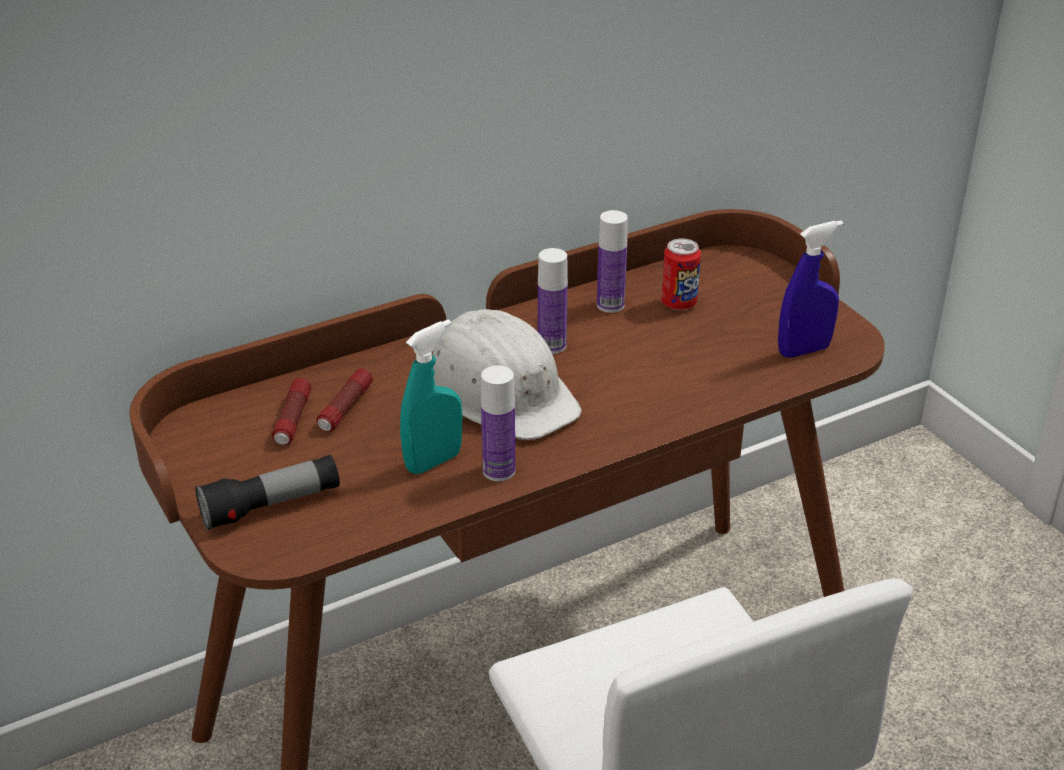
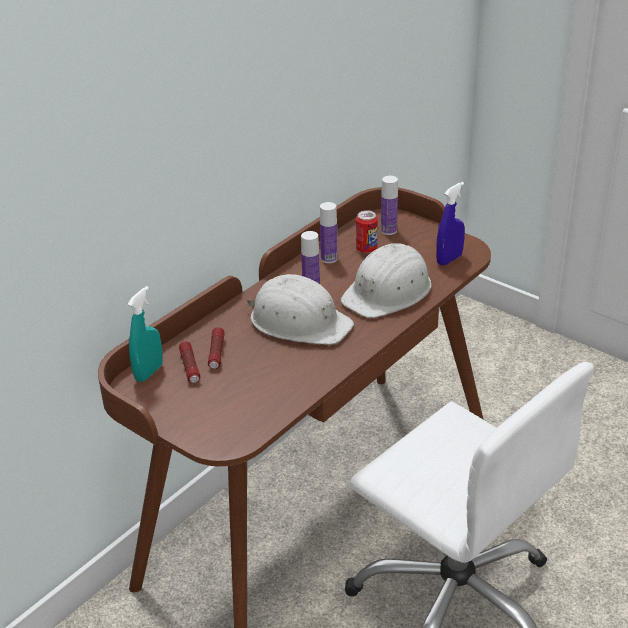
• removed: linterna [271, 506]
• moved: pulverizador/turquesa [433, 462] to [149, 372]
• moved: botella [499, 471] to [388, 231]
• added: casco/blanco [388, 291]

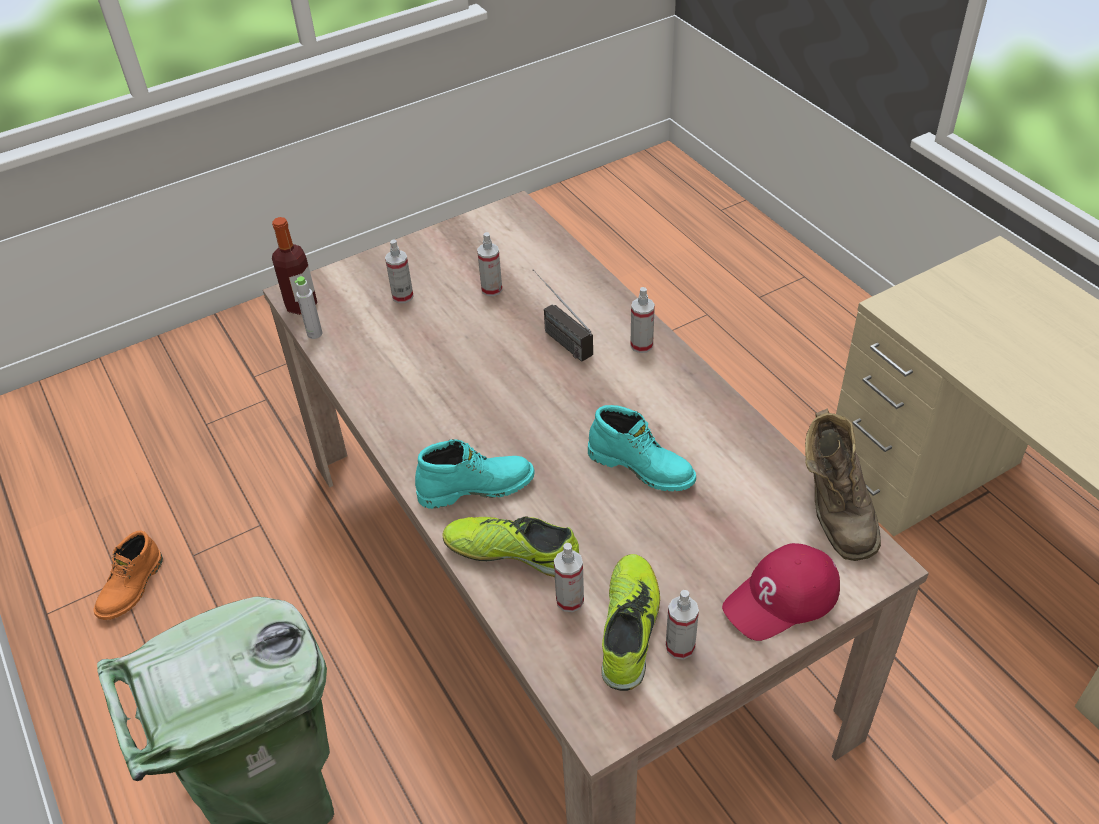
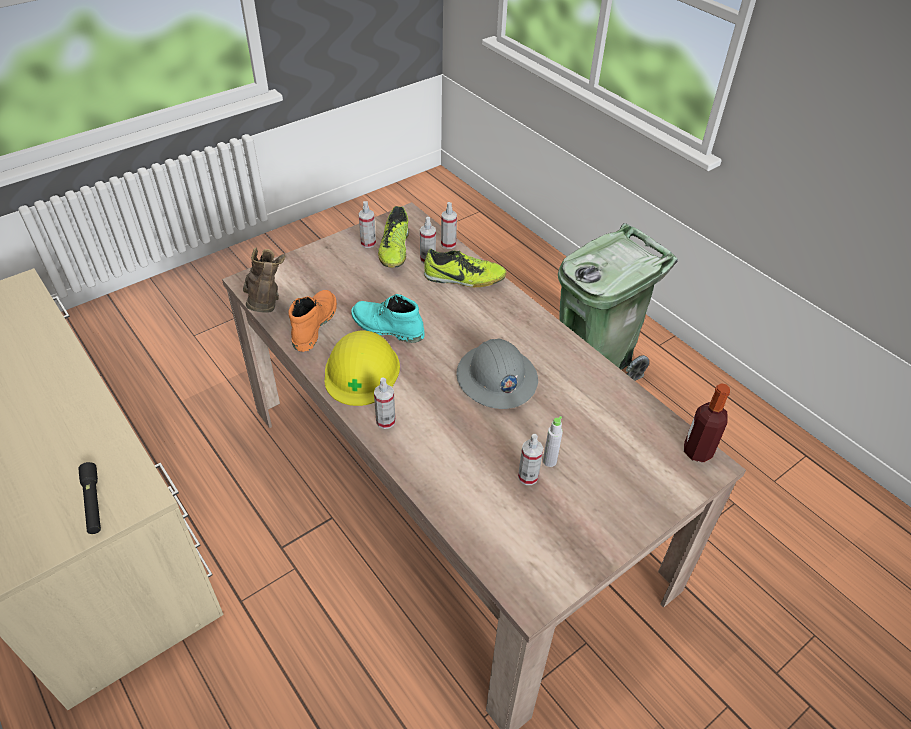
• moved: bota/naranja [132, 588] to [313, 324]
• moved: botella/gris [314, 333] to [549, 461]
• moved: pulverizador [402, 296] to [448, 244]
• removed: bota/turquesa [476, 486]
• removed: radio [557, 336]
• removed: gorra/rojo [782, 598]
• added: linterna/negro [93, 502]
• added: casco/amarillo [362, 371]
• added: casco/gris [496, 378]

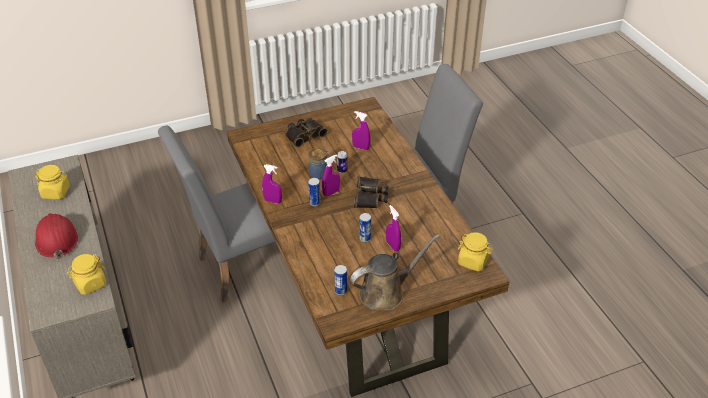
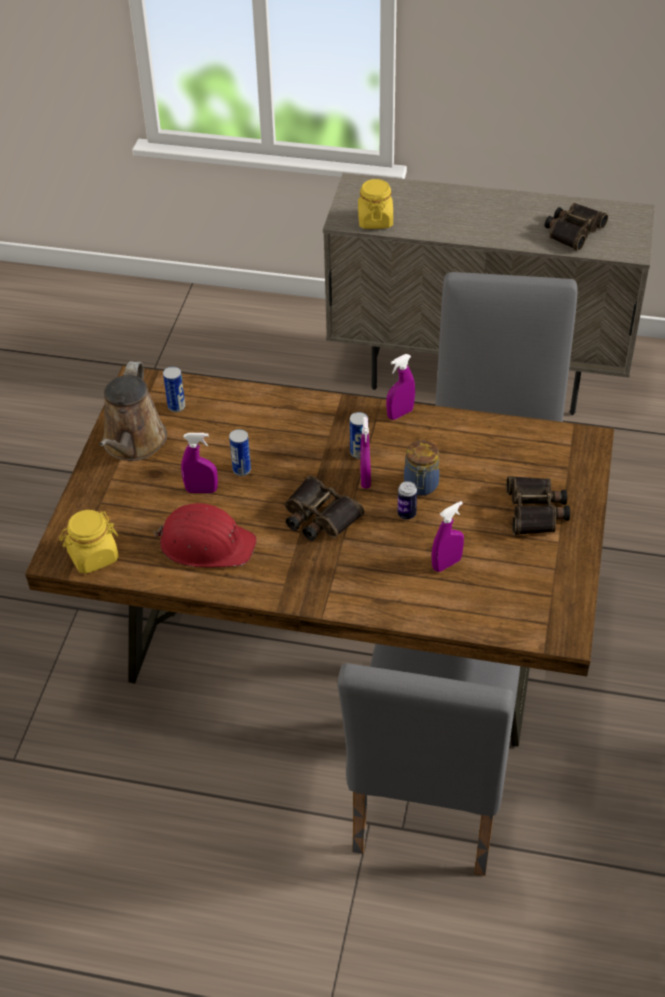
• replaced: tarro/amarillo [56, 192] to prismáticos [573, 231]
• moved: casco/rojo [56, 239] to [206, 543]

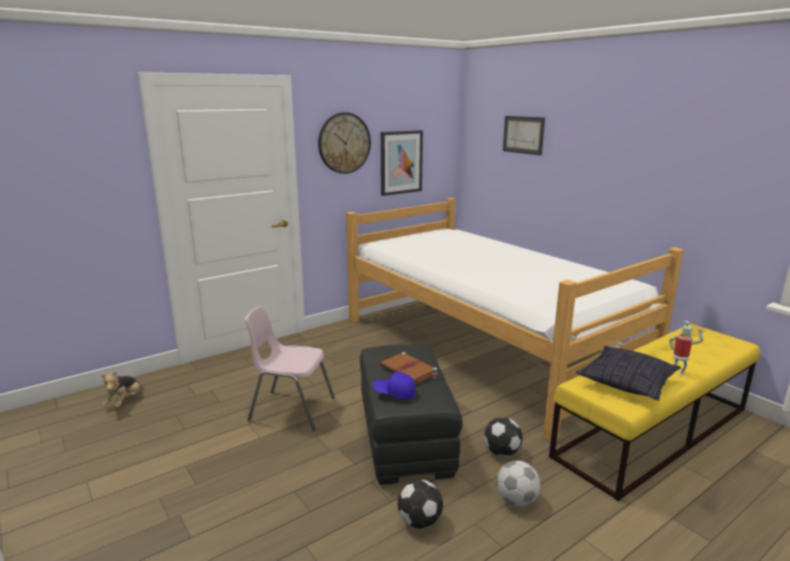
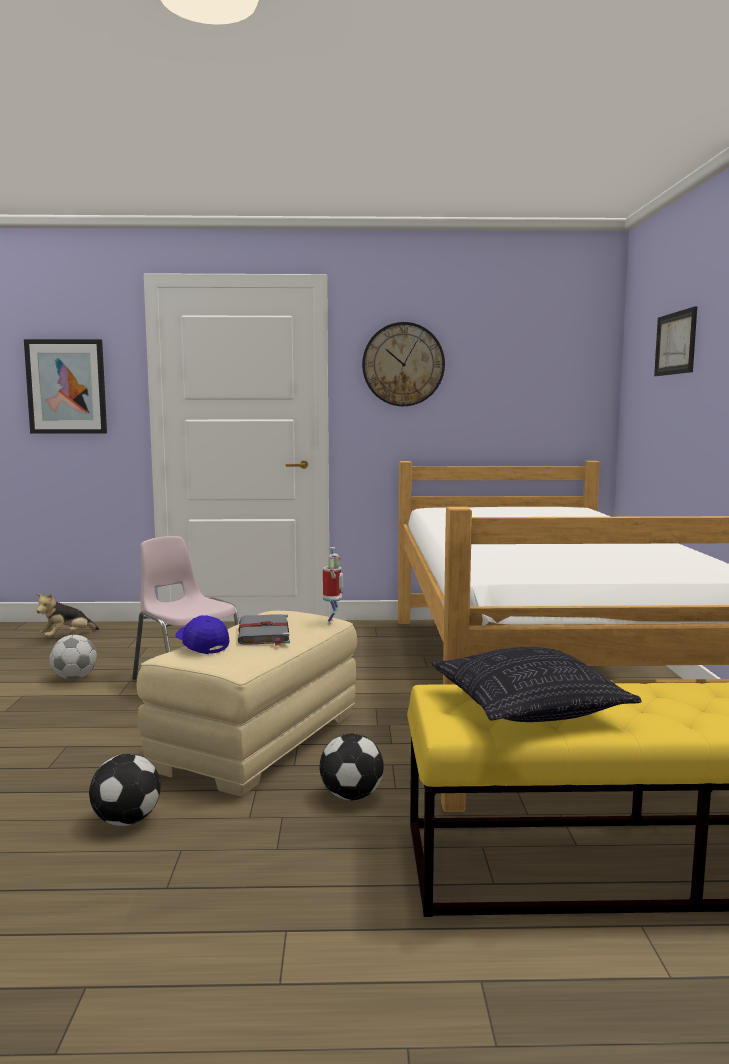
• recoloured: puf/negro [406, 438] to puf/beis [258, 742]
• recoloured: libro/marrón [409, 370] to libro/gris [264, 633]
• moved: cuadro [401, 162] to [66, 387]
• moved: balón de fútbol [516, 500] to [74, 678]
• moved: robot de juguete [678, 373] to [333, 622]

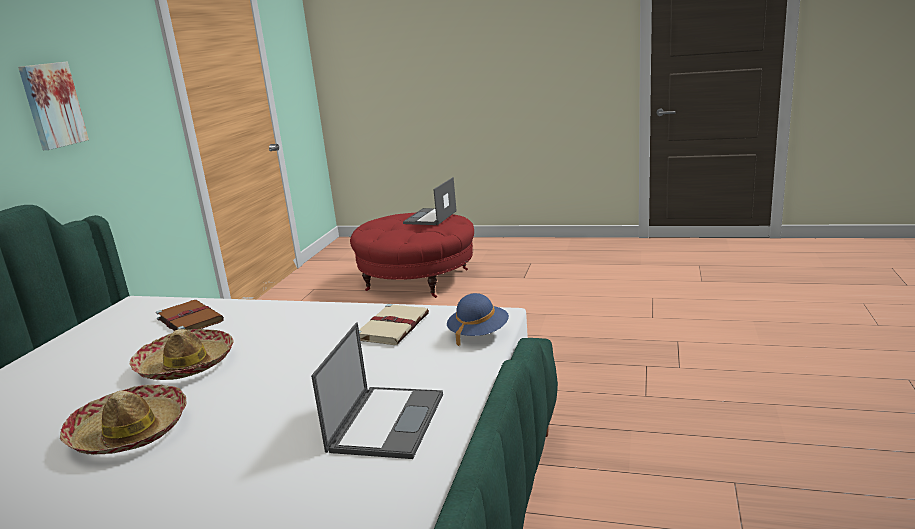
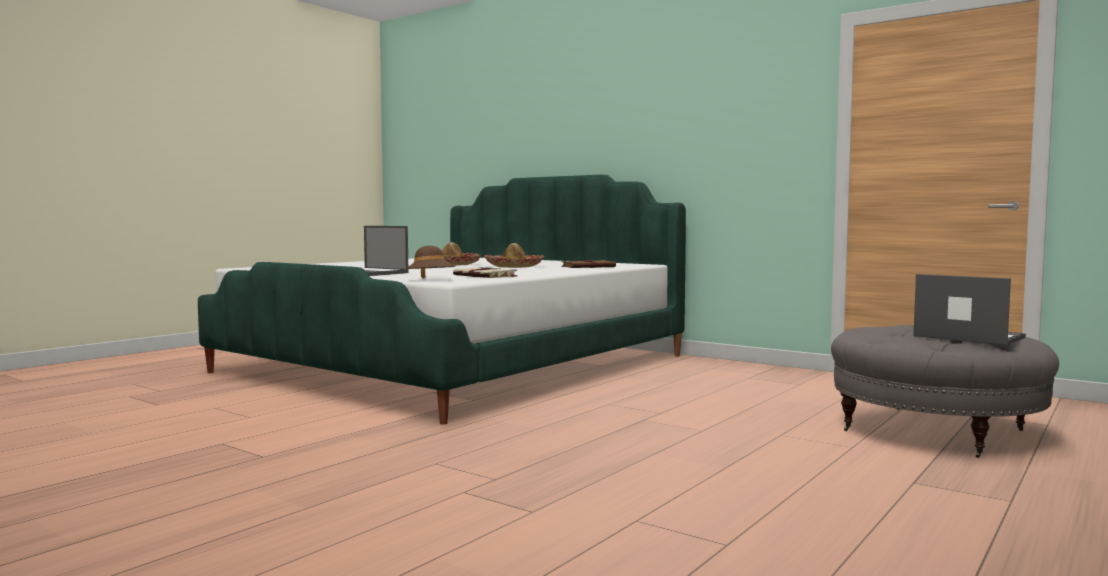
• removed: cuadro [52, 105]
• recoloured: puf/rojo [417, 280] to puf/gris [934, 431]
• recoloured: sombrero/azul [478, 334] to sombrero/marrón [430, 280]

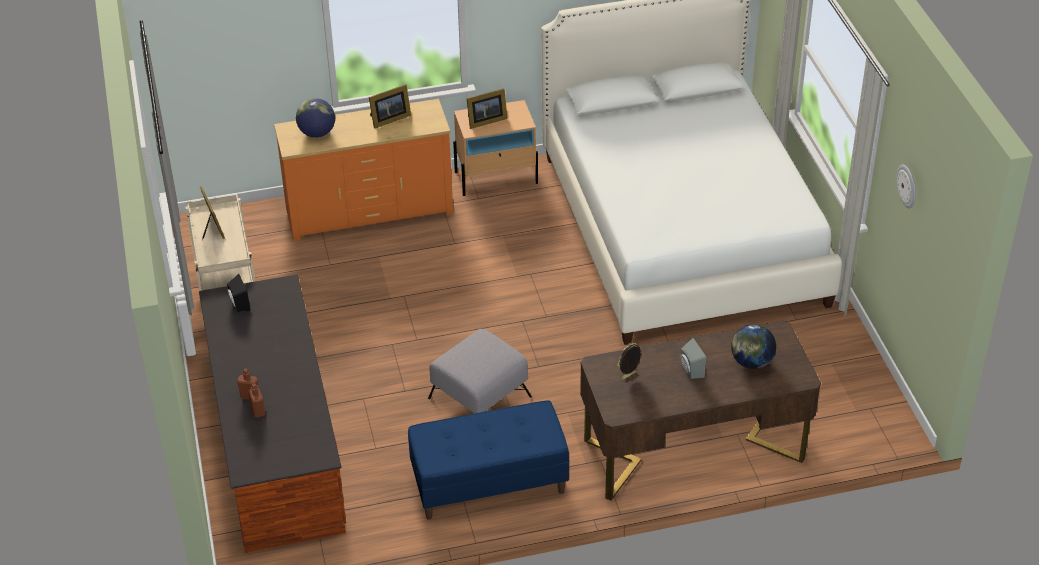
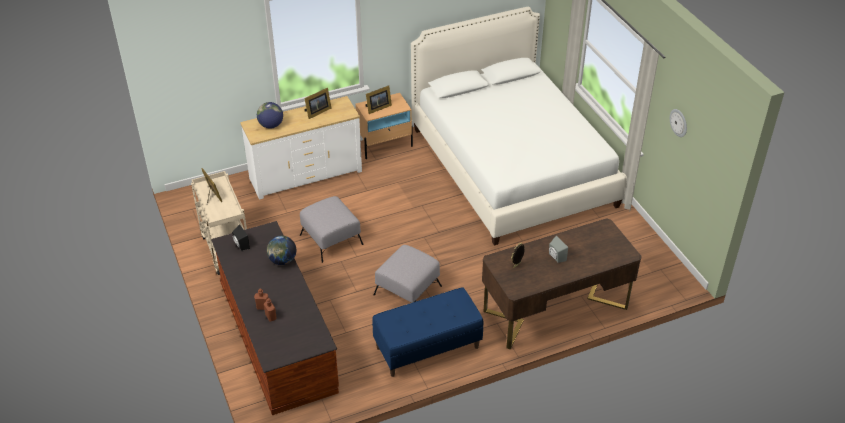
• recoloured: cómoda/naranja [369, 211] to cómoda/blanco [305, 175]
• moved: globo terráqueo [751, 362] to [282, 261]
• added: puf/gris [331, 239]

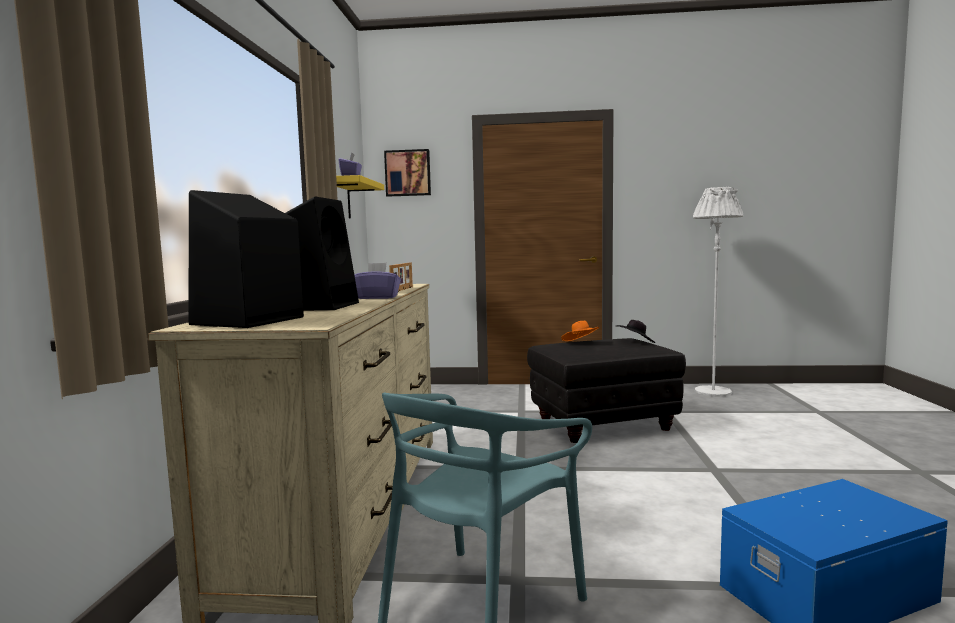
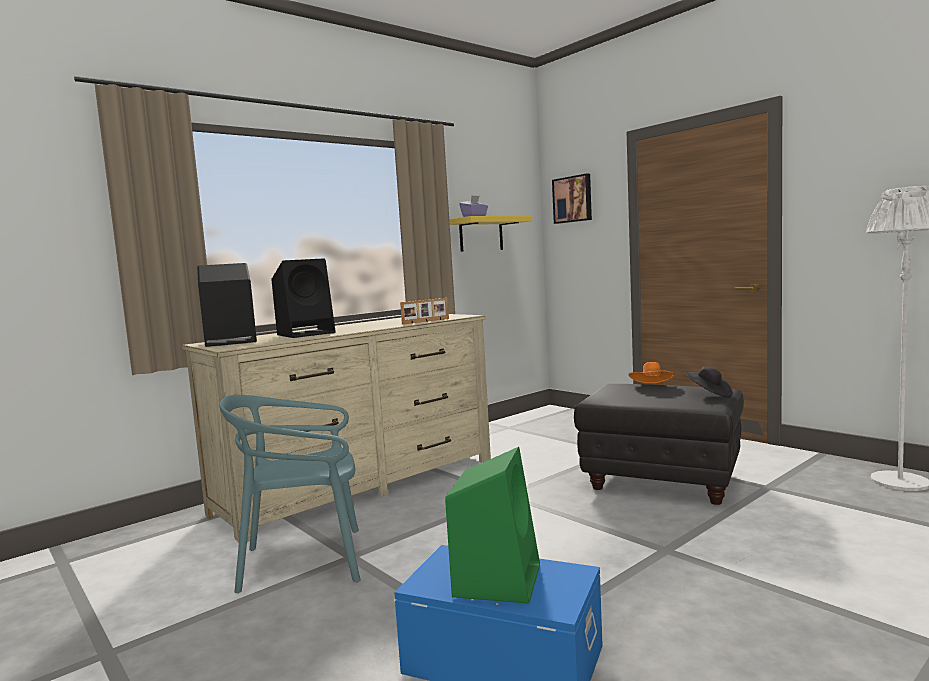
• removed: caja de pañuelos/morado [377, 297]
• added: altavoz/verde [497, 579]

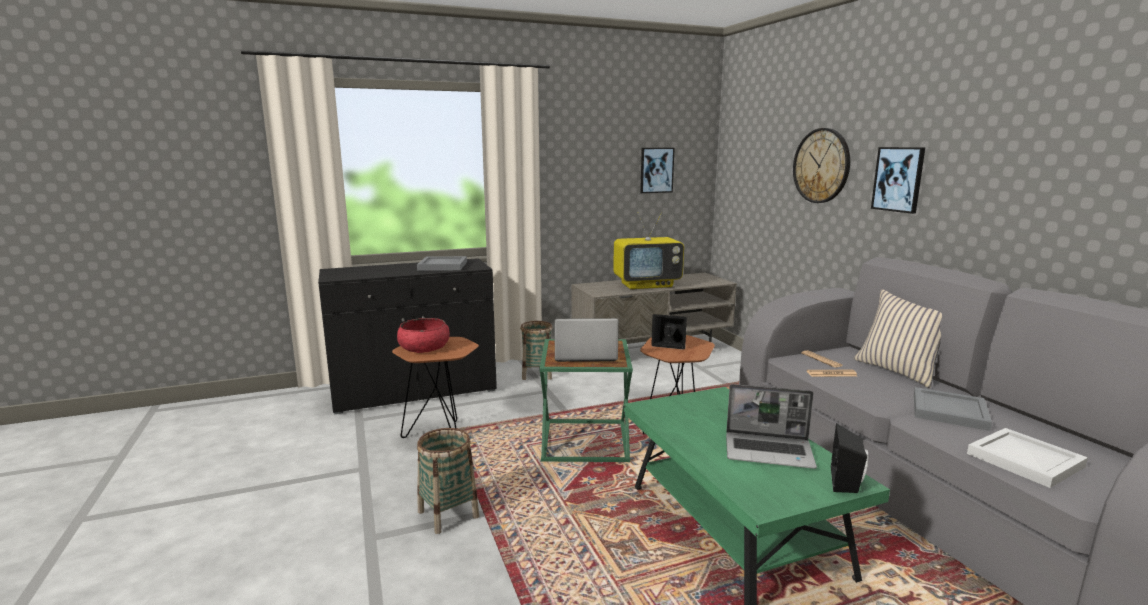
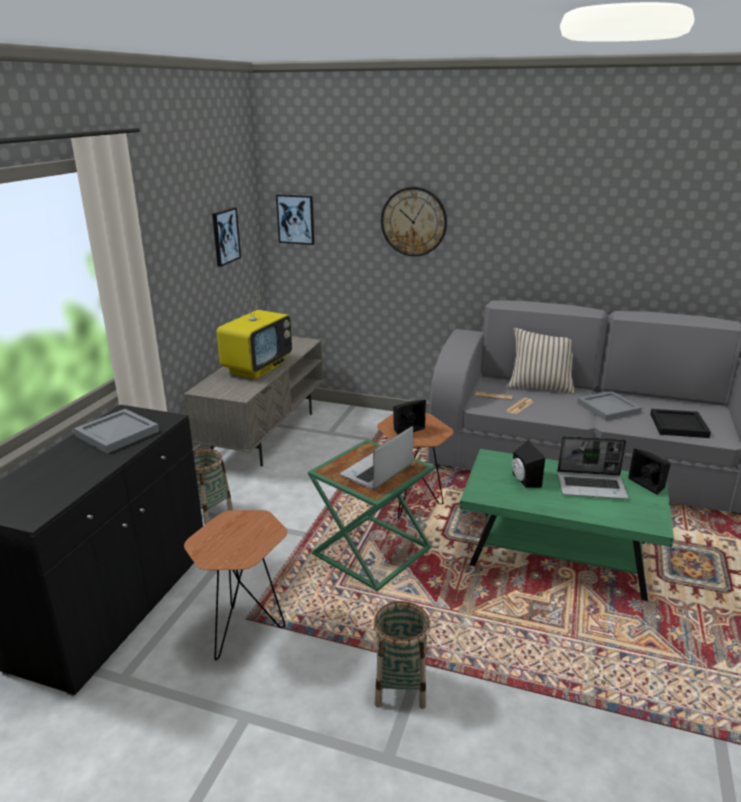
• removed: cuenco/rojo [424, 347]
• turned: portátil [769, 451] = [592, 486] 45 degrees clockwise
• moved: cuadro [898, 179] to [296, 219]
• recoloured: bandeja/blanco [1024, 459] to bandeja/negro [677, 425]
• added: altavoz/negro [523, 480]

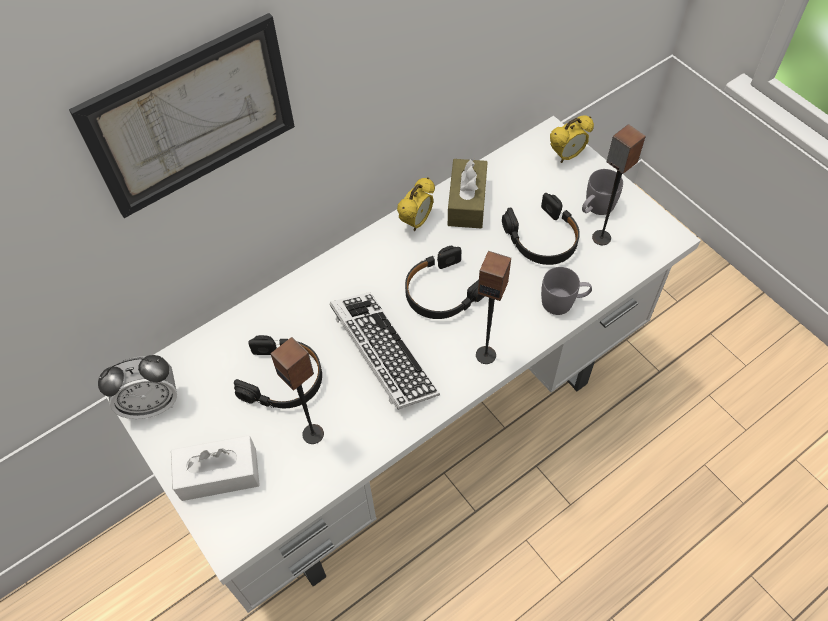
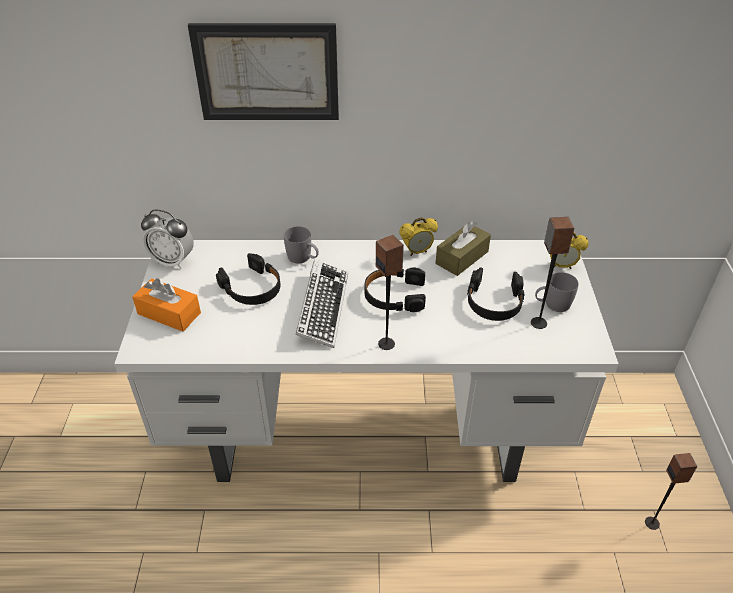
• recoloured: caja de pañuelos/blanco [219, 474] to caja de pañuelos/naranja [169, 313]
• moved: altavoz [313, 434] to [652, 523]
• moved: taza grande/gris [563, 302] to [303, 258]

